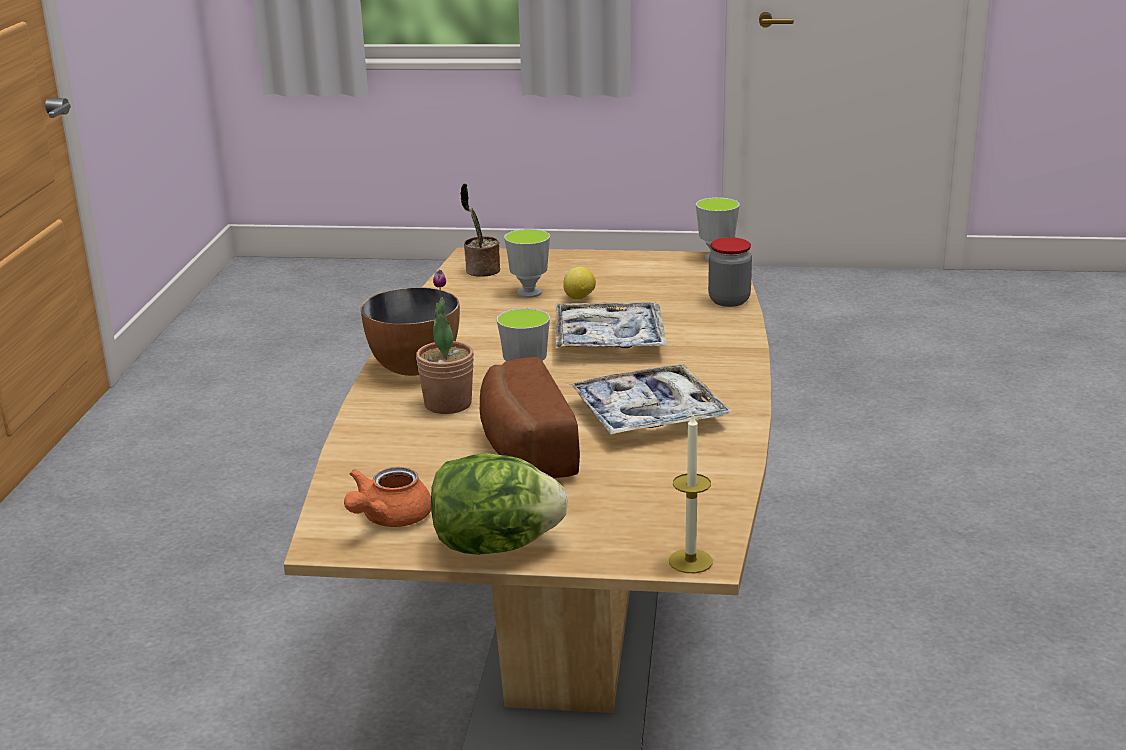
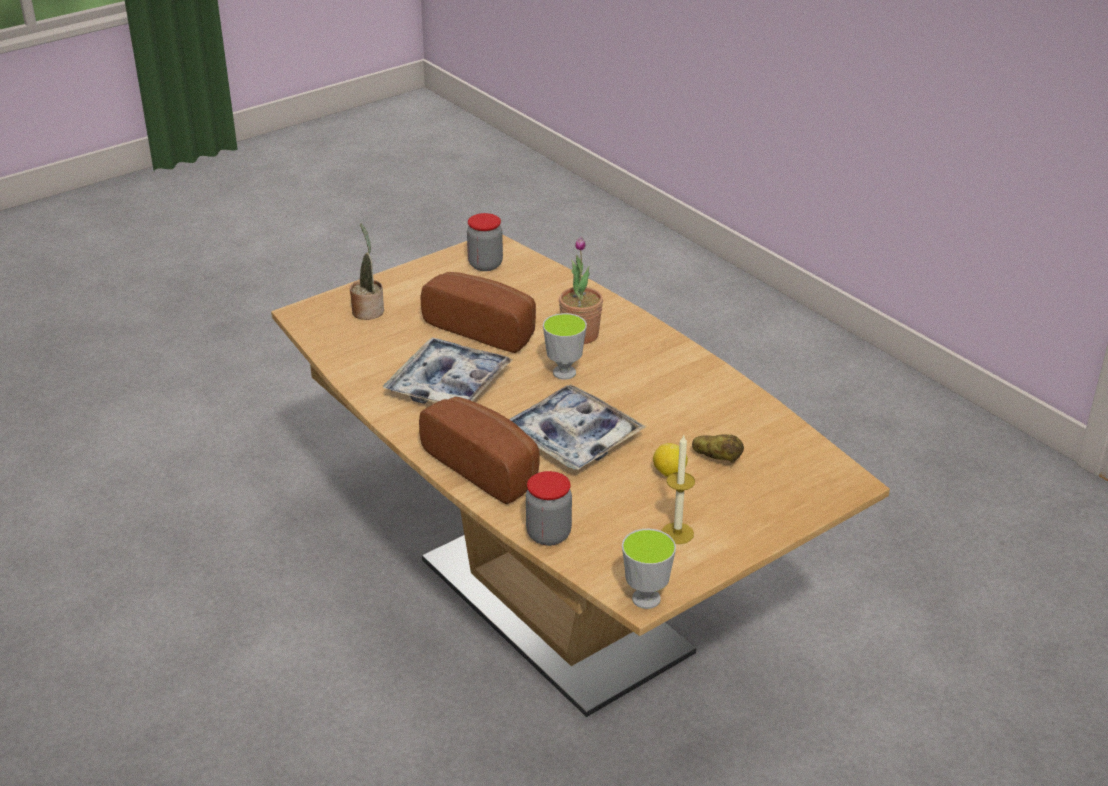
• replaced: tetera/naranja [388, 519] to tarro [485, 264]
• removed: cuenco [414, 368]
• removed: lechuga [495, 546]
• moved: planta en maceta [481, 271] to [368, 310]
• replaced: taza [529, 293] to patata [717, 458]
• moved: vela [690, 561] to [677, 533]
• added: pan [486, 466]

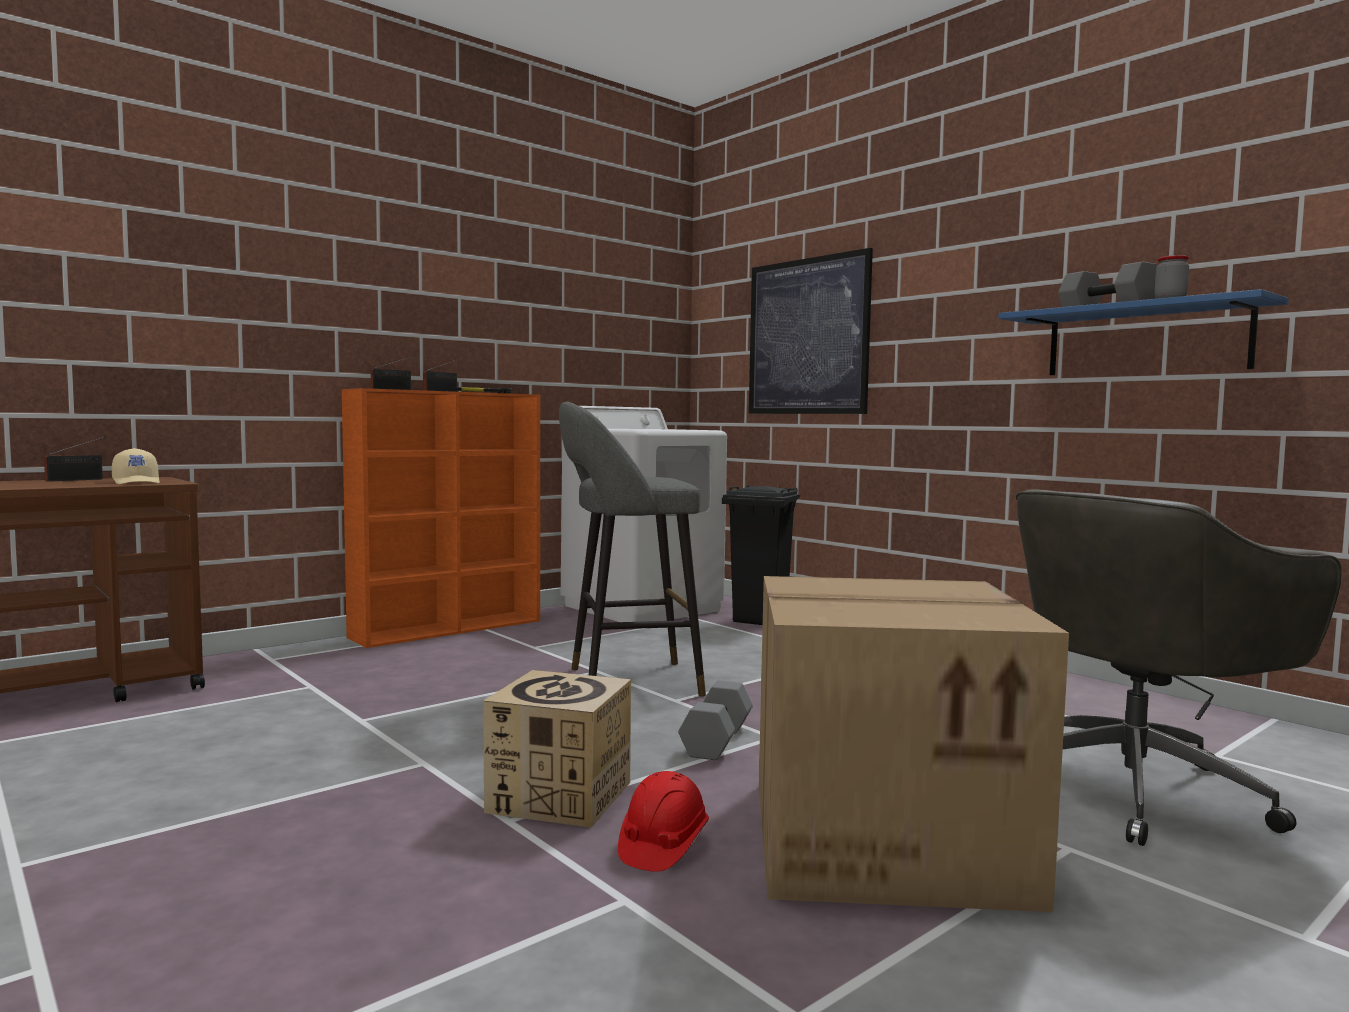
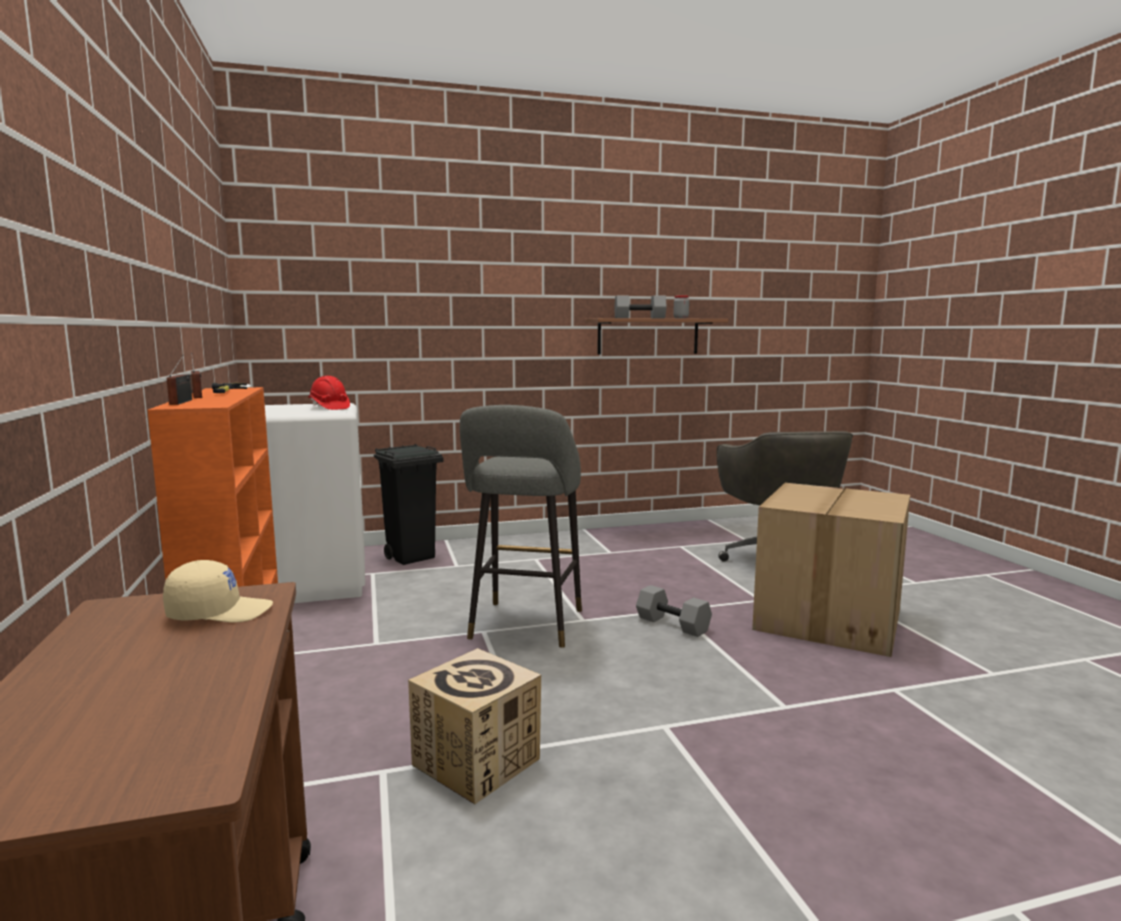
• removed: radio [78, 480]
• moved: caja de cartón [560, 797] to [477, 762]
• moved: casco/rojo [662, 846] to [329, 408]
• removed: cuadro [807, 336]
• recoloured: estante/azul [1145, 340] to estante/marrón [648, 336]

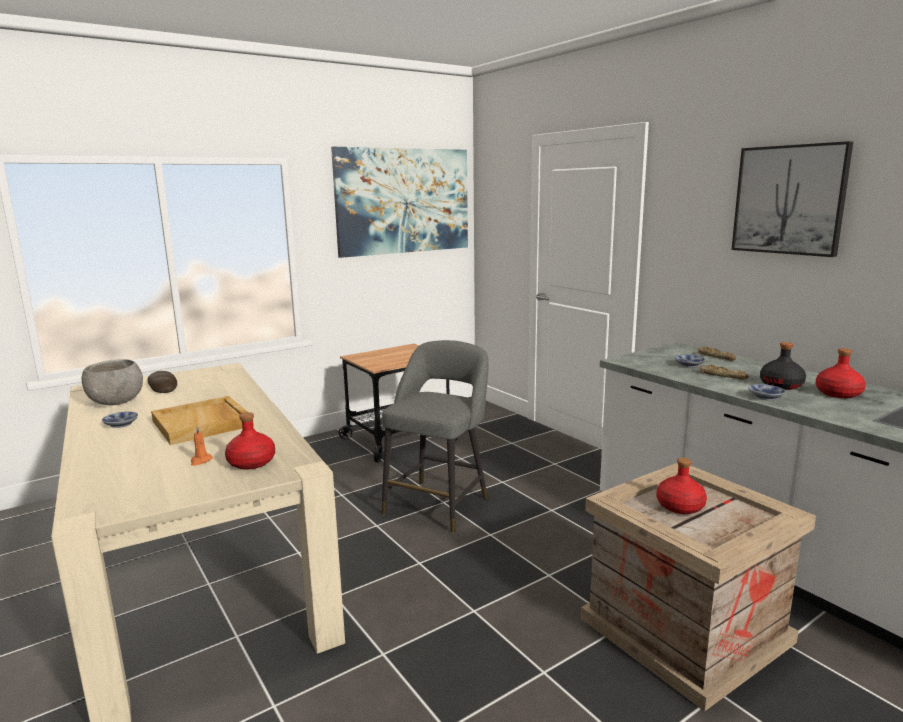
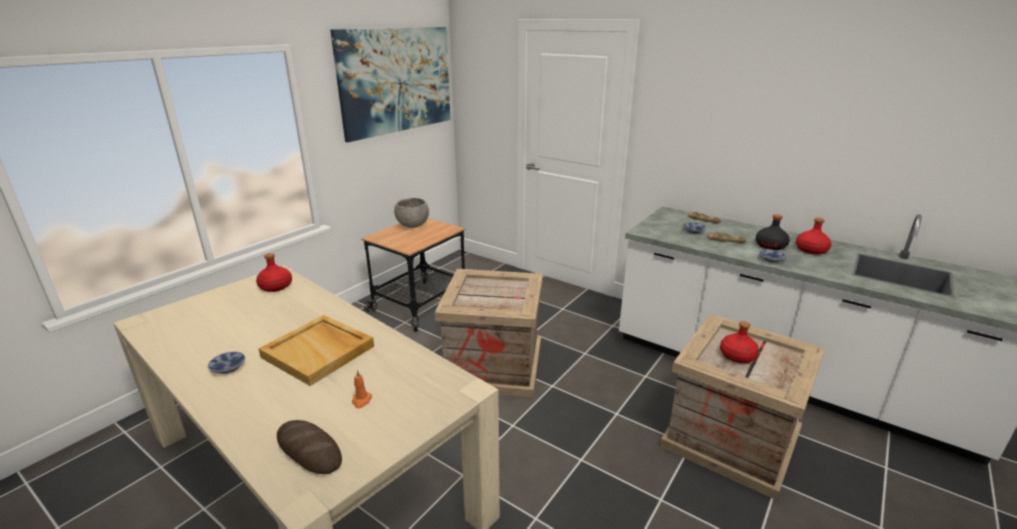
• moved: cuenco/gris [116, 402] to [412, 225]
• moved: pan [163, 386] to [309, 450]
• moved: botella/rojo [251, 463] to [276, 287]
• replaced: taburete/gris [438, 503] to caja de embalaje [494, 364]
• removed: cuadro [789, 200]

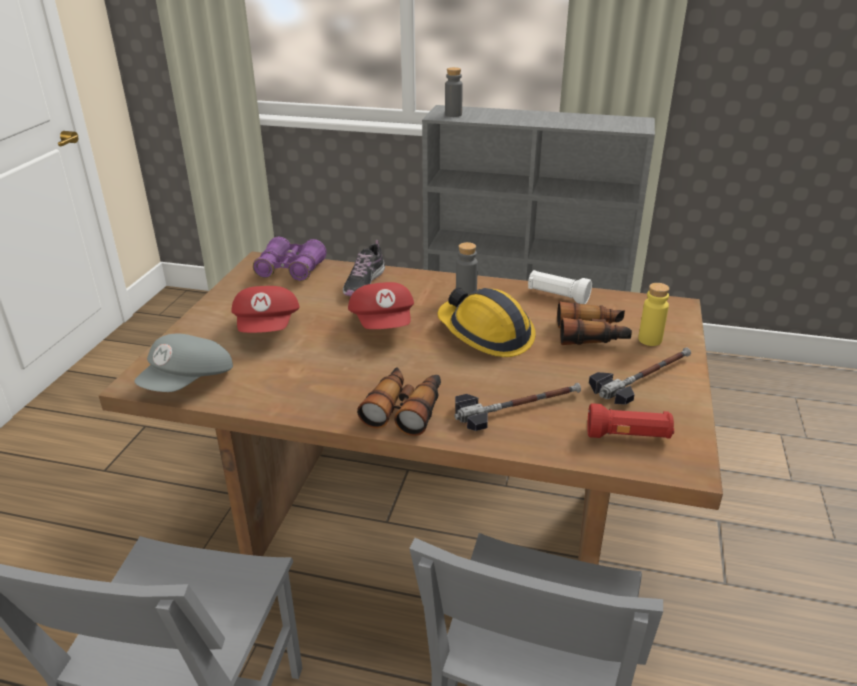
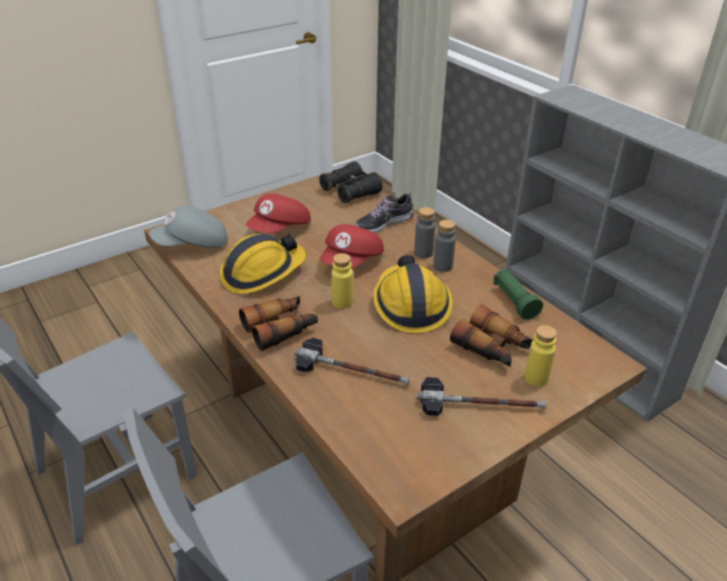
• recoloured: prismáticos/morado [291, 270] to prismáticos/negro [350, 192]
• moved: botella/gris [453, 114] to [423, 253]
• recoloured: linterna/blanco [557, 296] to linterna/verde [514, 302]
• removed: linterna/rojo [628, 436]
• added: casco [262, 272]
• added: botella/amarillo [342, 302]

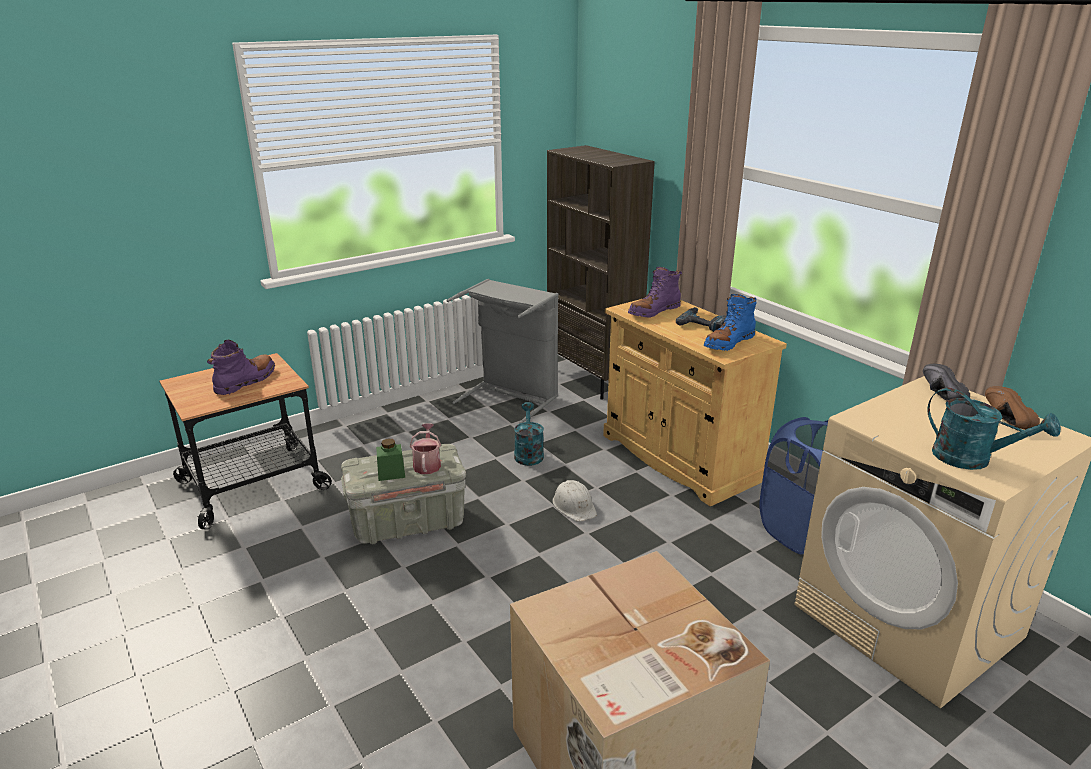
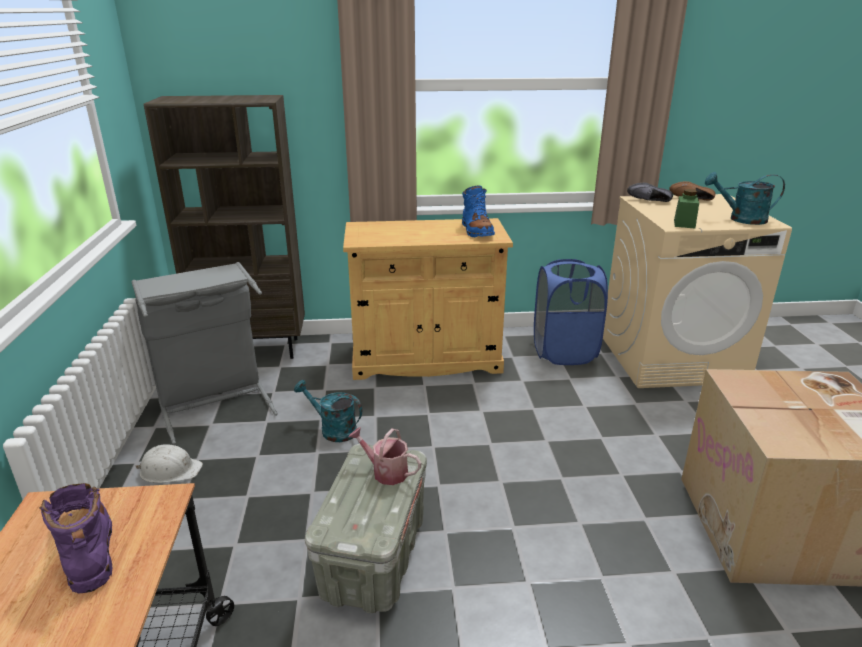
• moved: tarro/verde [391, 473] to [684, 224]
• moved: casco/blanco [574, 506] to [170, 470]
• removed: bota/morado [654, 311]
• removed: taladro [704, 324]
• turned: regadera/turquesa [972, 459] = [741, 219] 150 degrees counterclockwise

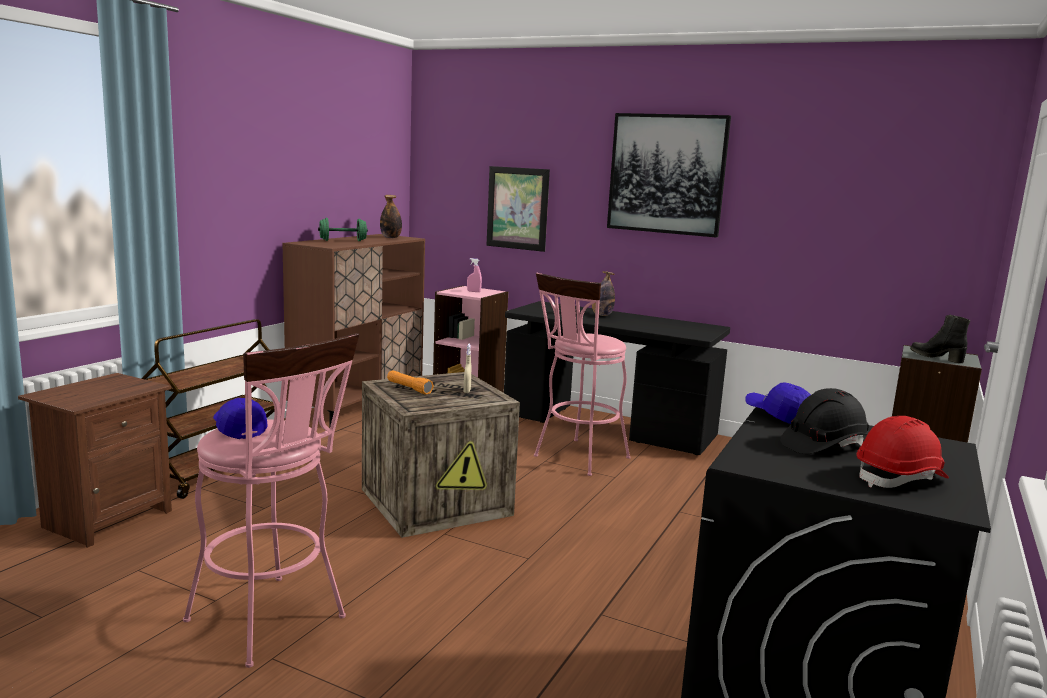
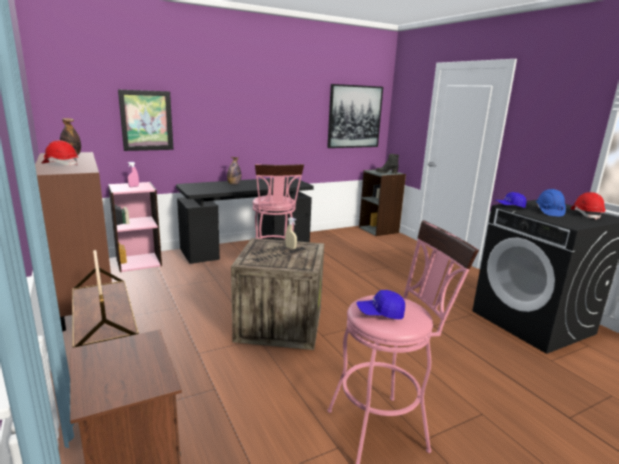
• replaced: mancuerna/verde [343, 241] to casco/rojo [61, 164]
• removed: linterna/naranja [409, 388]
• moved: cuadro [667, 174] to [354, 116]
• recoloured: casco/negro [823, 445] to casco/azul [549, 212]

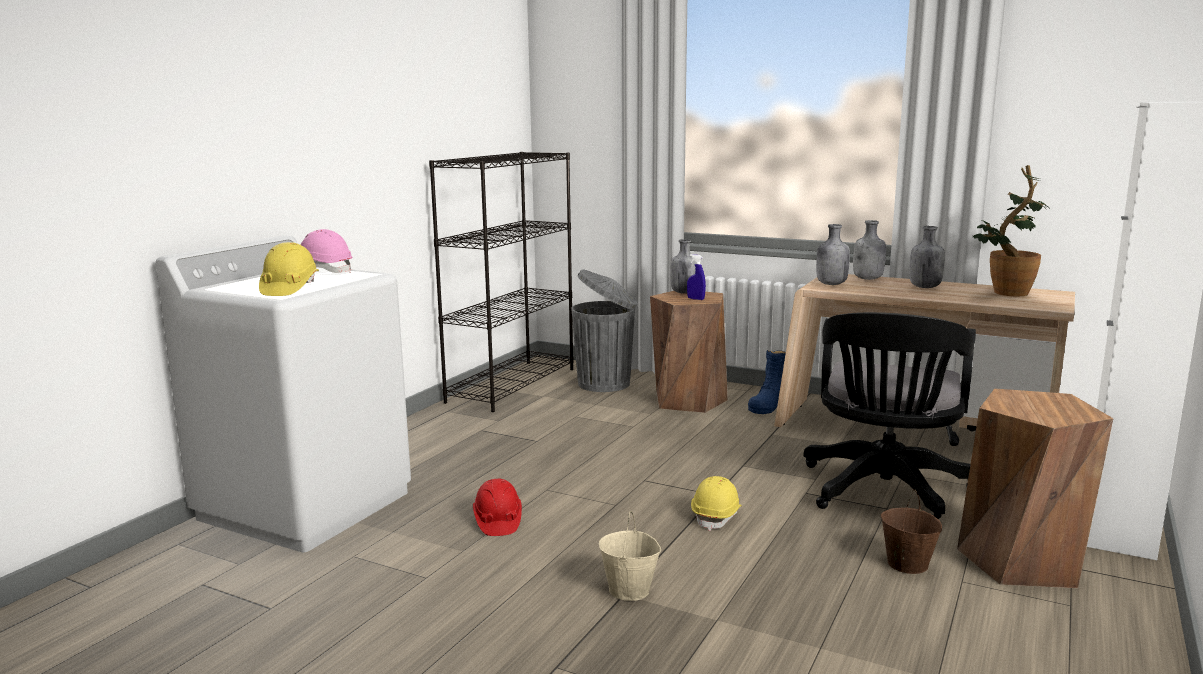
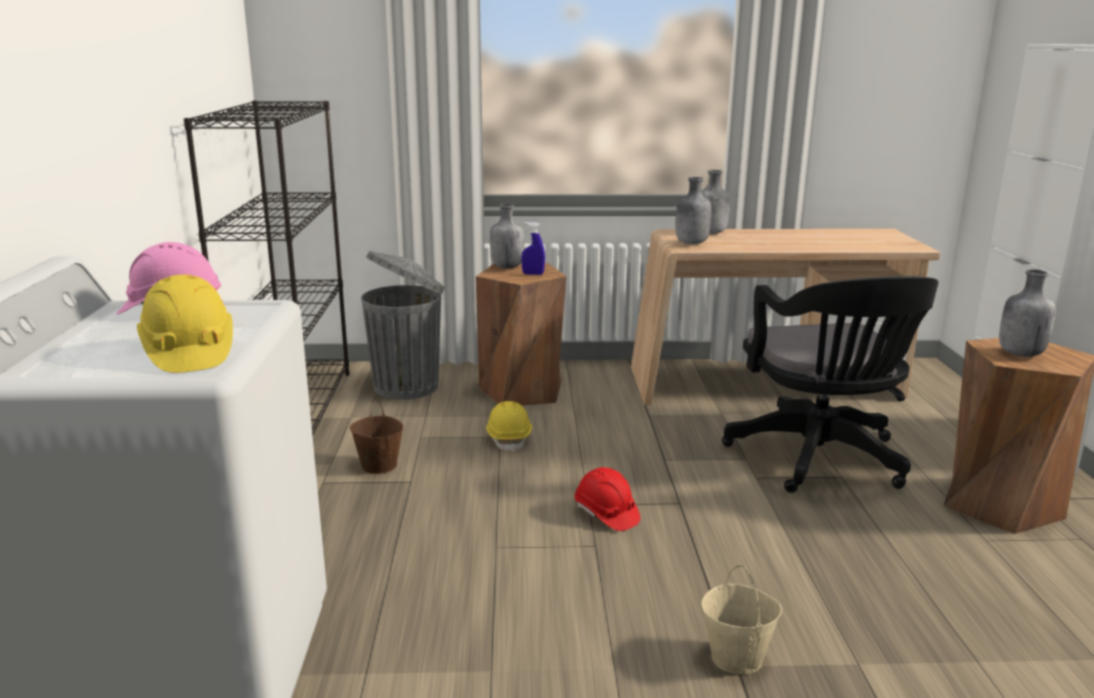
• moved: casco/rojo [497, 521] to [606, 514]
• moved: casco/amarillo [717, 516] to [509, 438]
• removed: bota/azul [769, 405]
• moved: cubo/marrón [906, 564] to [378, 466]
• moved: botella/gris [924, 287] to [1019, 354]
• removed: planta en maceta [1004, 293]

